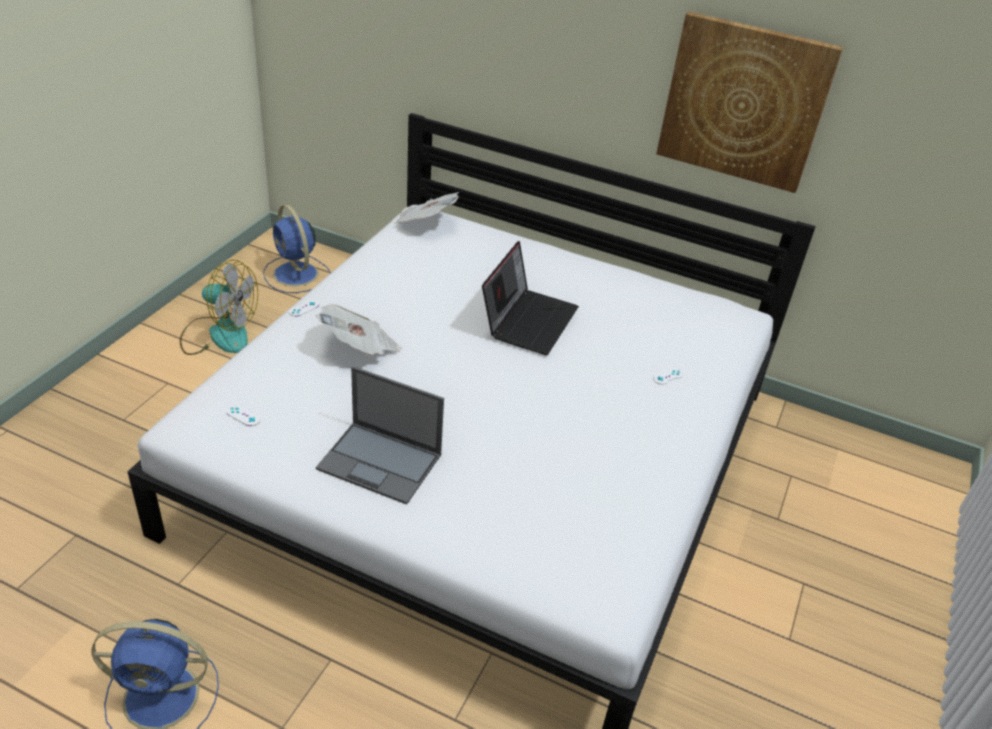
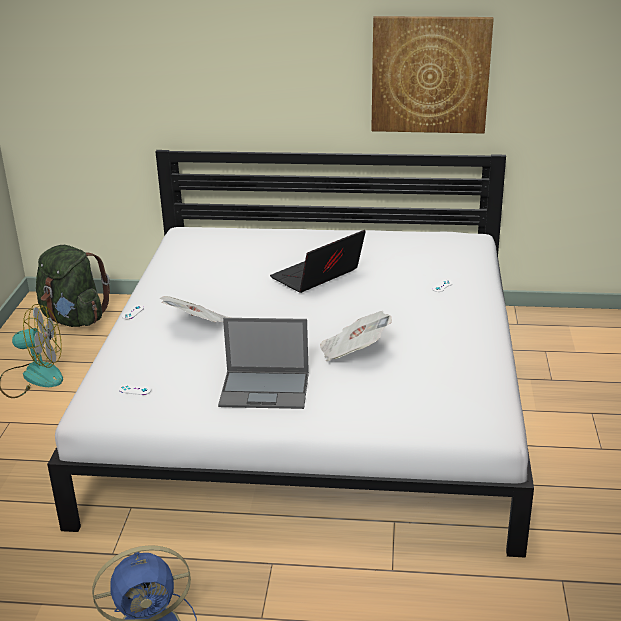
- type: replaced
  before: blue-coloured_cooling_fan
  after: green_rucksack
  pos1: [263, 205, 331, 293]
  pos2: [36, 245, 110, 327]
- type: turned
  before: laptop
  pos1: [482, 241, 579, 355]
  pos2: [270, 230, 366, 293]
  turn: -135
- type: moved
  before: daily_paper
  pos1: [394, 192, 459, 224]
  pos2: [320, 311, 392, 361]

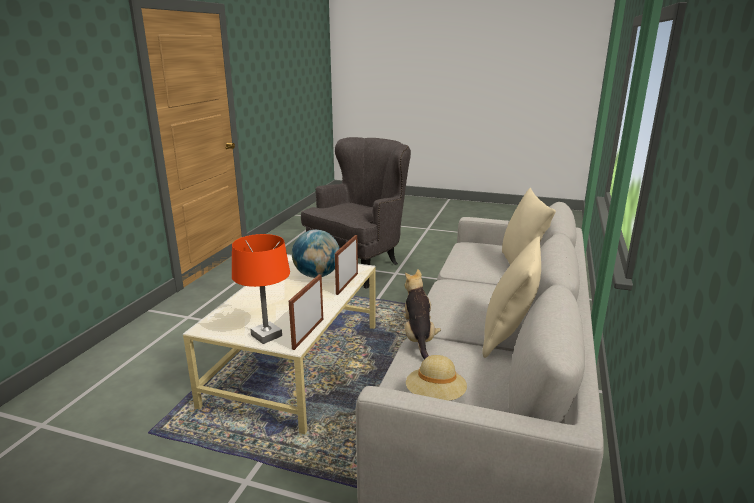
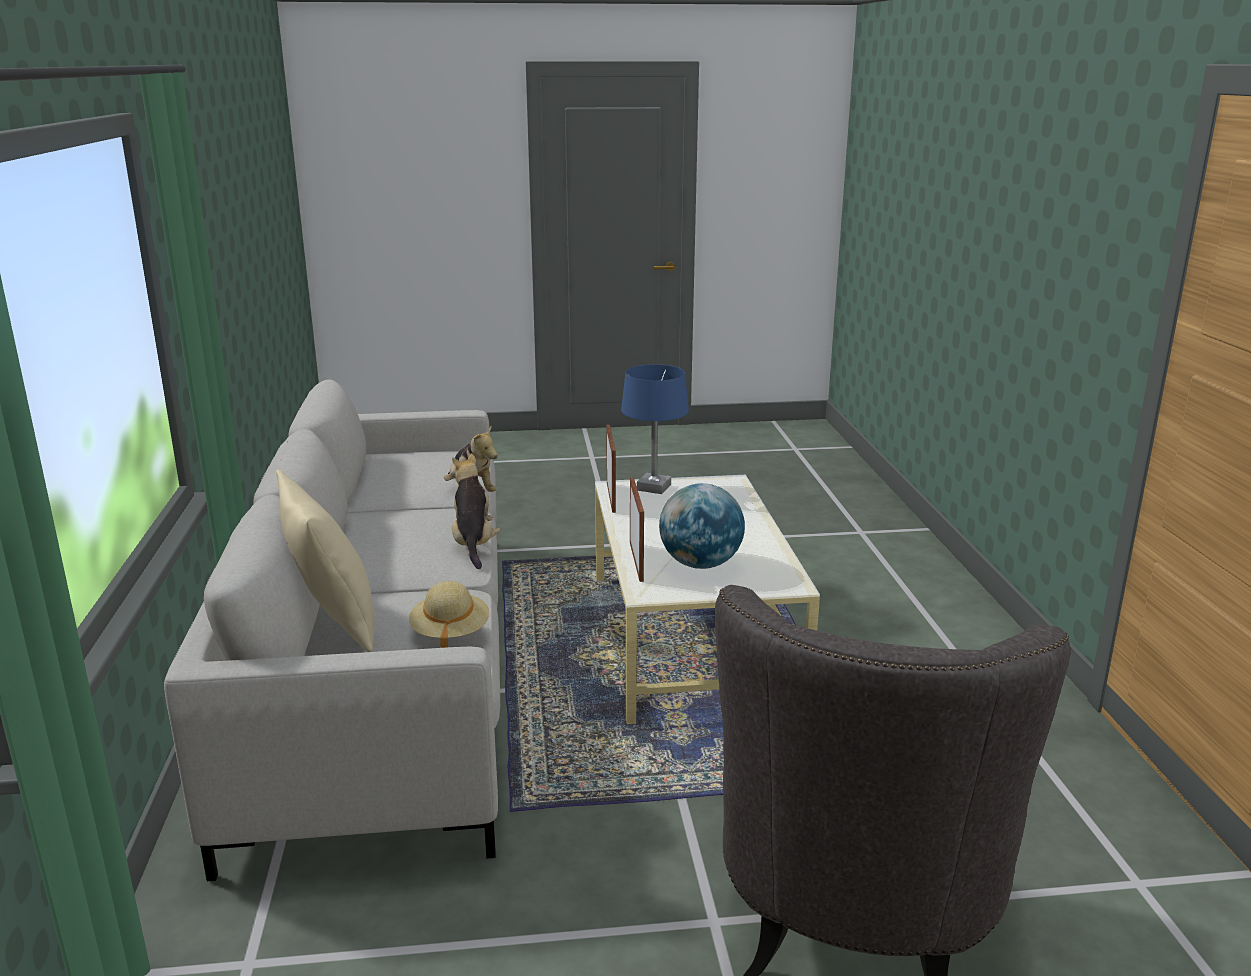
- type: moved
  before: beige-coloured_hat
  pos1: [406, 355, 467, 401]
  pos2: [409, 581, 489, 648]
- type: added
  after: plush_toy
  pos2: [452, 453, 501, 569]
- type: recoloured
  before: orange-coloured_tabletop_lamp
  after: blue-coloured_tabletop_lamp
  pos1: [232, 234, 290, 344]
  pos2: [621, 364, 689, 494]
- type: removed
  before: beige-coloured_throw_pillow
  pos1: [482, 236, 541, 358]

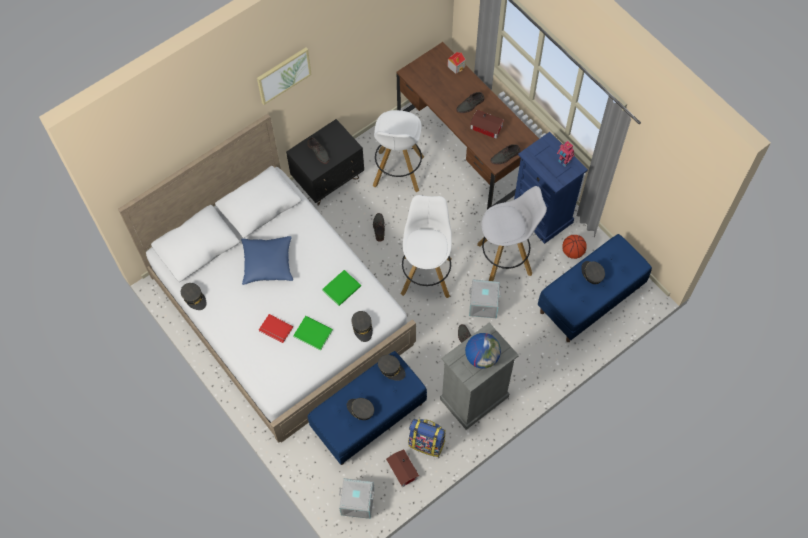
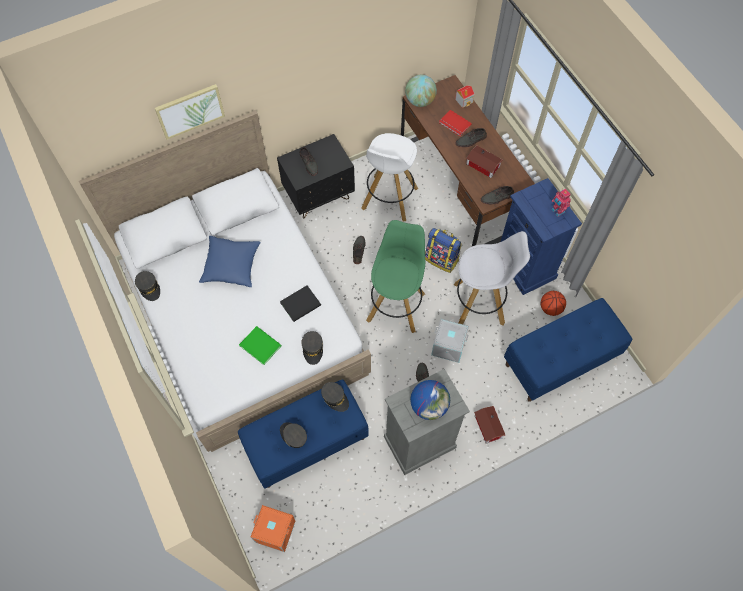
- type: moved
  before: wall_picture
  pos1: [257, 47, 312, 105]
  pos2: [155, 84, 225, 140]
- type: recoloured
  before: gray_storage_bin
  after: orange-coloured_storage_bin
  pos1: [339, 478, 374, 519]
  pos2: [251, 505, 295, 552]
- type: recoloured
  before: green_volume
  after: black_volume
  pos1: [322, 270, 361, 306]
  pos2: [280, 286, 321, 322]
- type: recoloured
  before: whitish_stool
  after: green_stool
  pos1: [401, 195, 452, 298]
  pos2: [366, 220, 425, 333]
- type: added
  after: world_globe
  pos2: [405, 75, 437, 107]
- type: moved
  before: rucksack
  pos1: [408, 419, 446, 457]
  pos2: [425, 228, 462, 273]
- type: moved
  before: red-coloured_volume
  pos1: [259, 314, 293, 343]
  pos2: [439, 110, 472, 136]
- type: moved
  before: model_house
  pos1: [386, 449, 419, 487]
  pos2: [474, 406, 505, 443]
- type: removed
  before: gray_cap
  pos1: [581, 261, 605, 284]

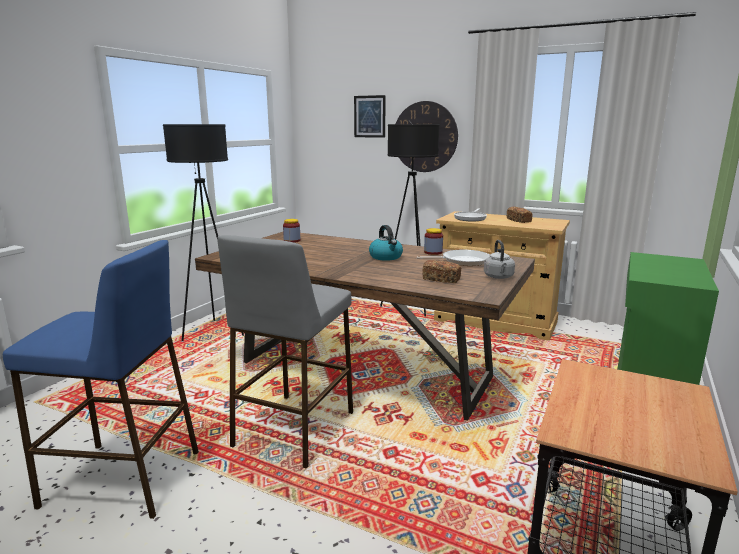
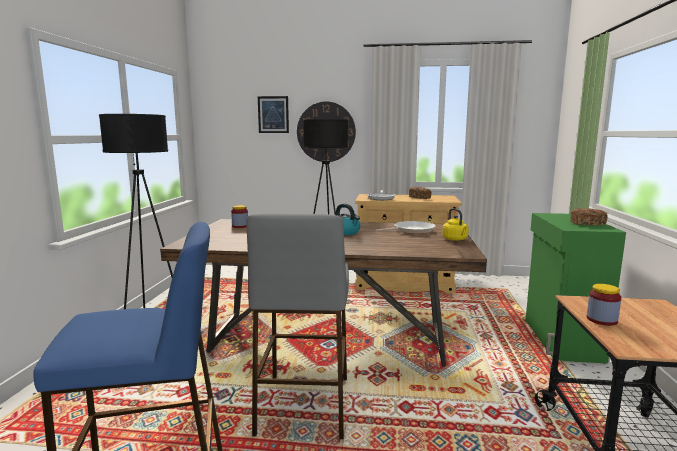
- type: recoloured
  before: gray_tea_kettle
  after: yellowish_tea_kettle
  pos1: [484, 240, 515, 279]
  pos2: [442, 208, 469, 241]
- type: moved
  before: baked_bread
  pos1: [422, 260, 461, 283]
  pos2: [571, 209, 608, 225]
- type: moved
  before: jar
  pos1: [424, 228, 443, 255]
  pos2: [587, 284, 621, 326]

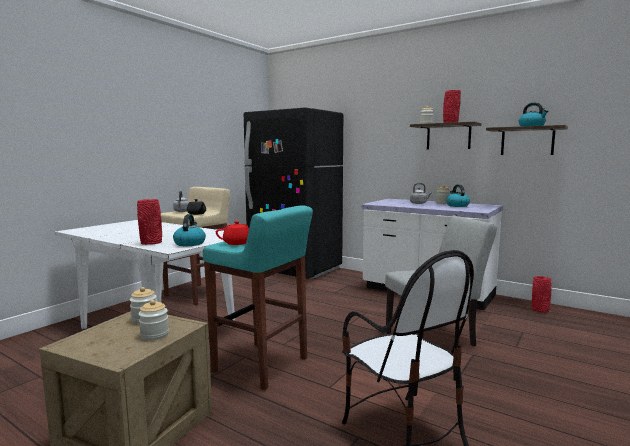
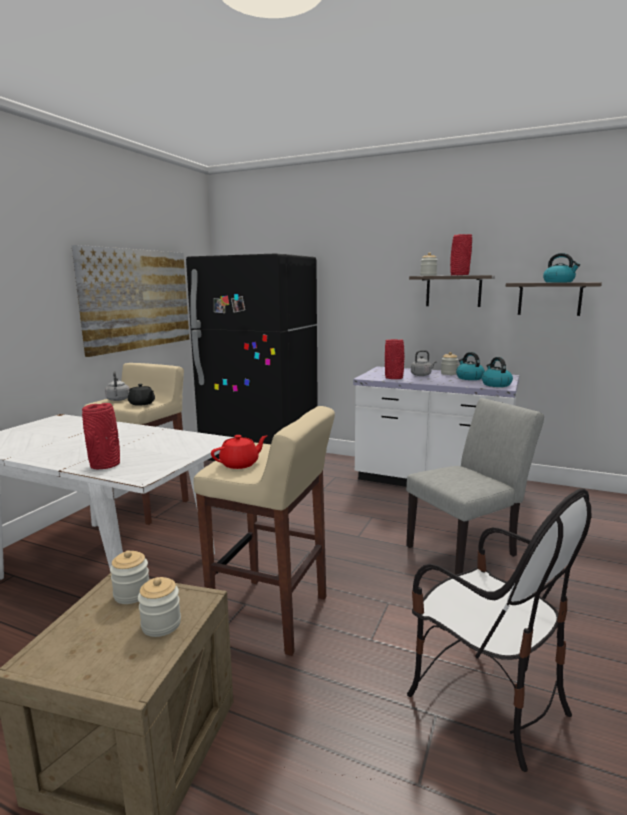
- type: added
  after: wall_picture
  pos2: [71, 245, 190, 357]
- type: recoloured
  before: blue-green_stool
  after: beige-coloured_stool
  pos1: [203, 205, 313, 390]
  pos2: [193, 406, 335, 656]
- type: moved
  before: red-coloured_flower_vase
  pos1: [532, 276, 552, 312]
  pos2: [385, 339, 404, 379]
- type: moved
  before: tea_kettle
  pos1: [173, 214, 206, 246]
  pos2: [482, 357, 513, 387]

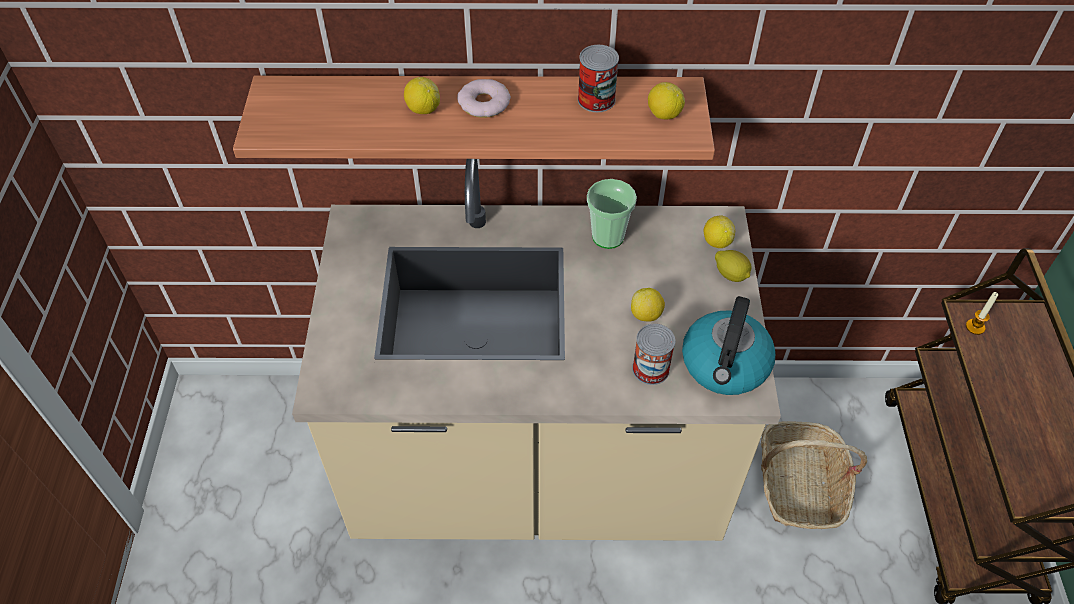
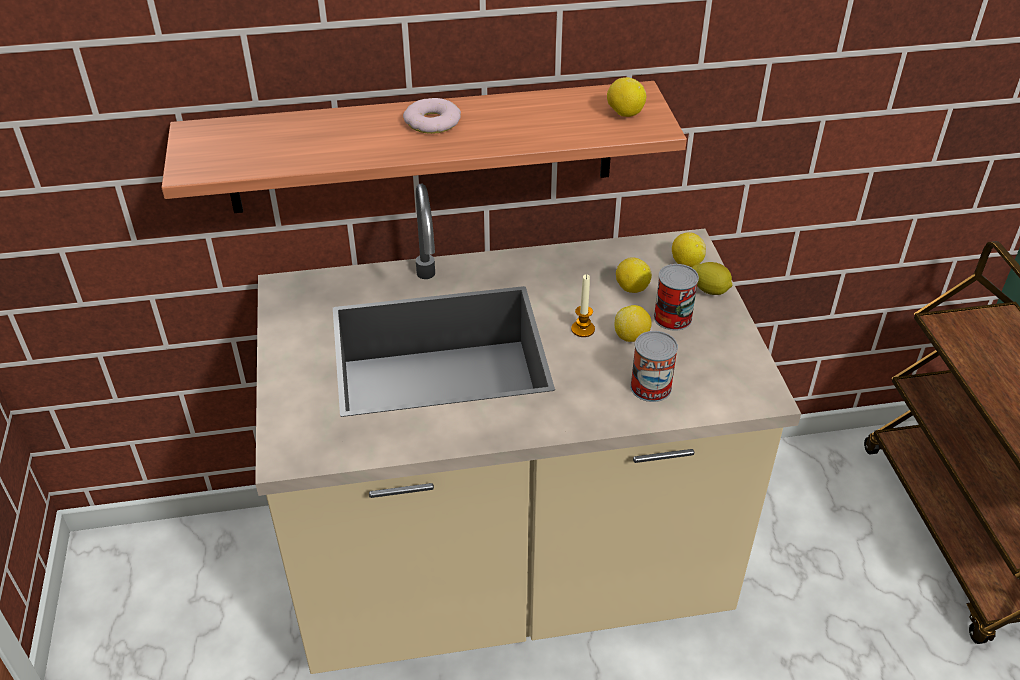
- type: moved
  before: wax_light
  pos1: [966, 292, 998, 335]
  pos2: [571, 274, 595, 337]
- type: moved
  before: whole_lemon
  pos1: [404, 77, 440, 114]
  pos2: [616, 257, 652, 293]
- type: moved
  before: can
  pos1: [578, 45, 619, 112]
  pos2: [654, 264, 699, 331]
- type: removed
  before: drinking_cup
  pos1: [587, 179, 637, 249]
- type: removed
  before: tea_kettle
  pos1: [682, 296, 776, 395]
- type: removed
  before: basket
  pos1: [761, 421, 867, 529]

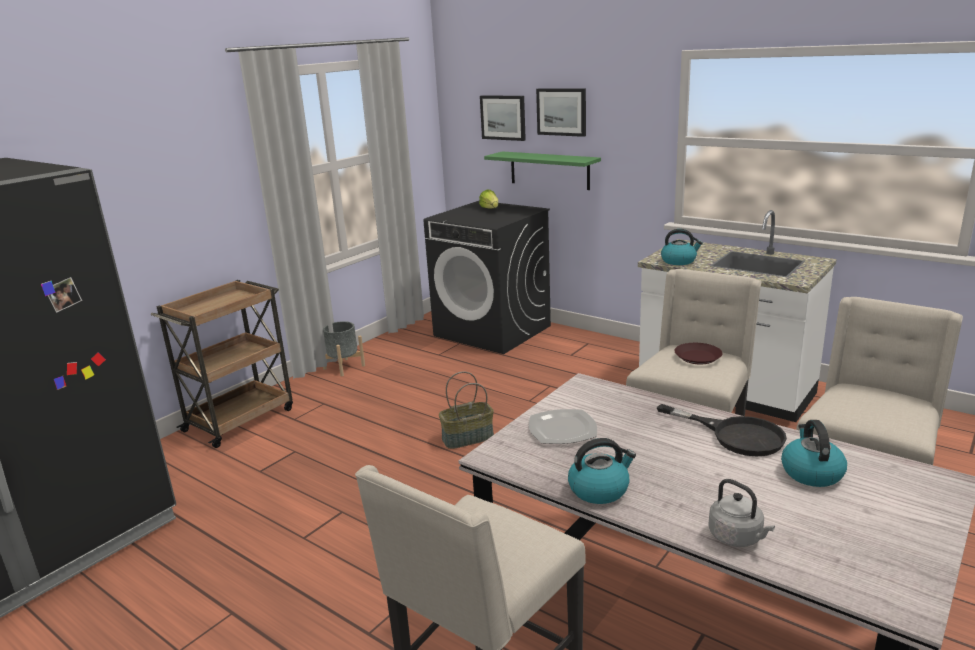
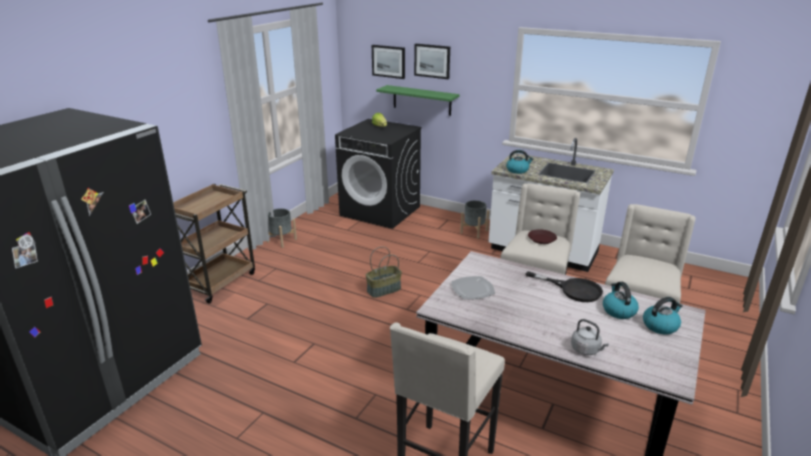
- type: added
  after: gray_planter
  pos2: [460, 200, 489, 238]
- type: moved
  before: tea_kettle
  pos1: [568, 438, 636, 504]
  pos2: [643, 297, 683, 334]

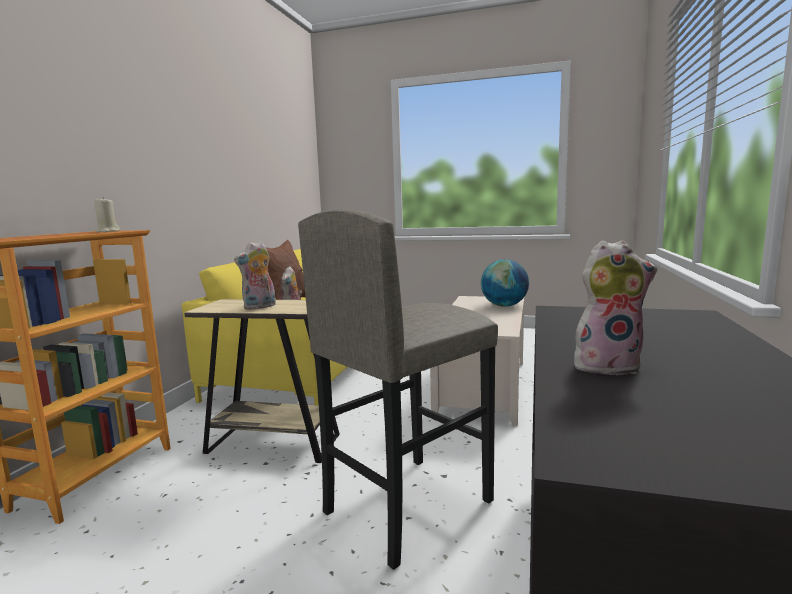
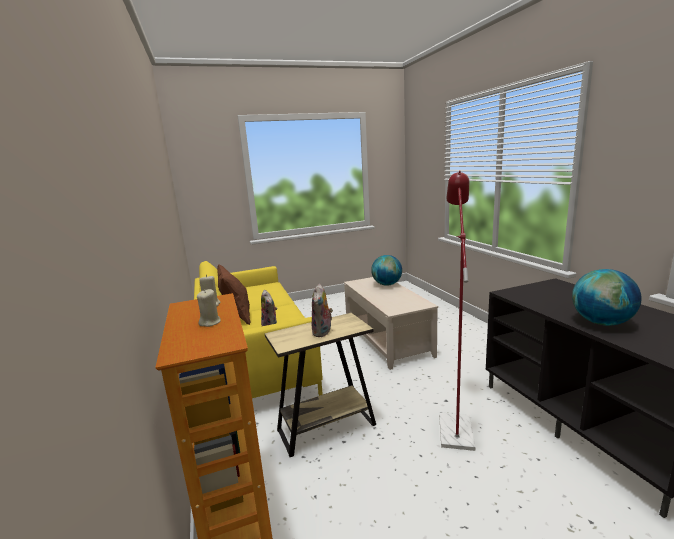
- type: added
  after: beige-coloured_wax_light
  pos2: [197, 289, 221, 327]
- type: replaced
  before: gray_stool
  after: red-coloured_floor_lamp
  pos1: [298, 209, 498, 570]
  pos2: [439, 170, 475, 451]
- type: replaced
  before: plush_toy
  after: world_globe
  pos1: [574, 240, 657, 375]
  pos2: [572, 269, 642, 326]

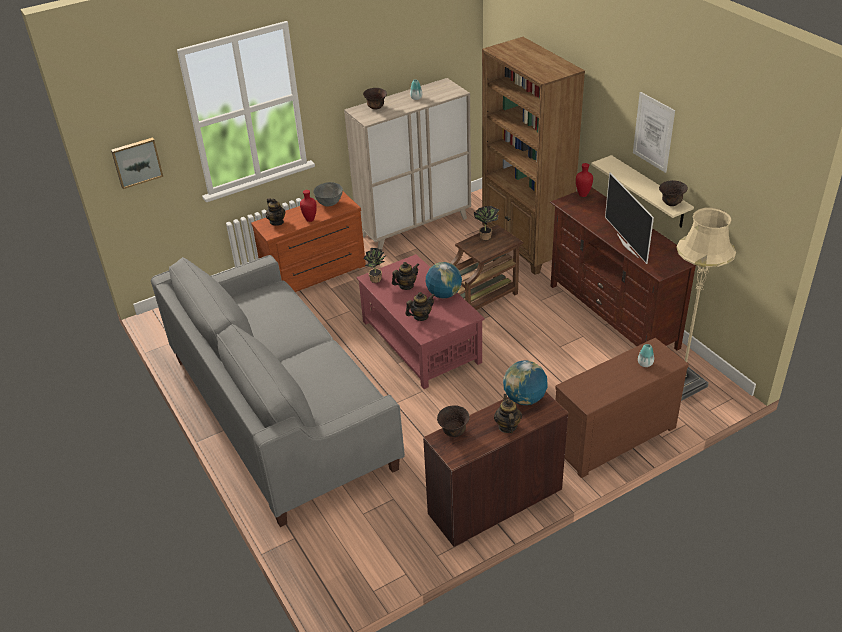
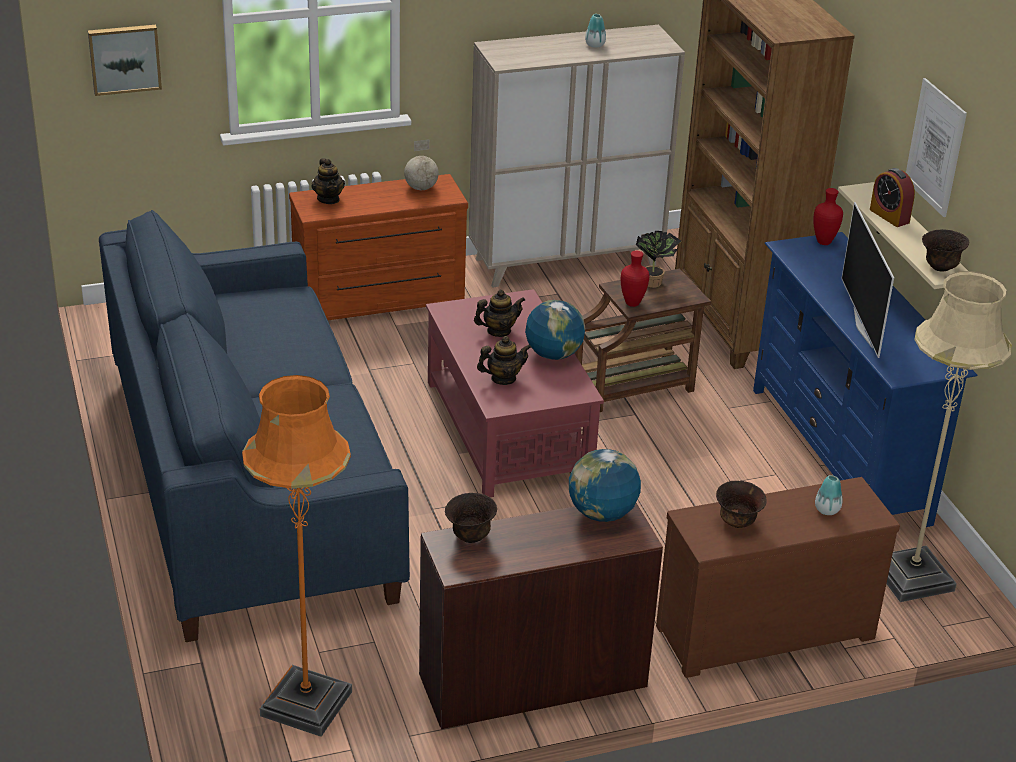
- type: recoloured
  before: gray_couch
  after: blue-coloured_couch
  pos1: [151, 255, 405, 527]
  pos2: [99, 210, 410, 642]
- type: added
  after: orange-coloured_floor_lamp
  pos2: [242, 375, 352, 737]
- type: replaced
  before: gray_deep_dish
  after: world_globe
  pos1: [313, 182, 343, 206]
  pos2: [404, 139, 439, 190]
- type: moved
  before: red-coloured_flower_vase
  pos1: [300, 190, 317, 222]
  pos2: [621, 251, 649, 307]
- type: moved
  before: brown_deep_dish
  pos1: [363, 88, 387, 109]
  pos2: [716, 481, 767, 528]
- type: recoloured
  before: brown_media_console
  after: blue-coloured_media_console
  pos1: [550, 187, 697, 351]
  pos2: [753, 232, 978, 527]
- type: added
  after: bedside_clock
  pos2: [870, 168, 915, 227]
- type: removed
  before: potted_plant
  pos1: [363, 248, 386, 283]
- type: removed
  before: pot_for_tea
  pos1: [494, 394, 522, 433]

